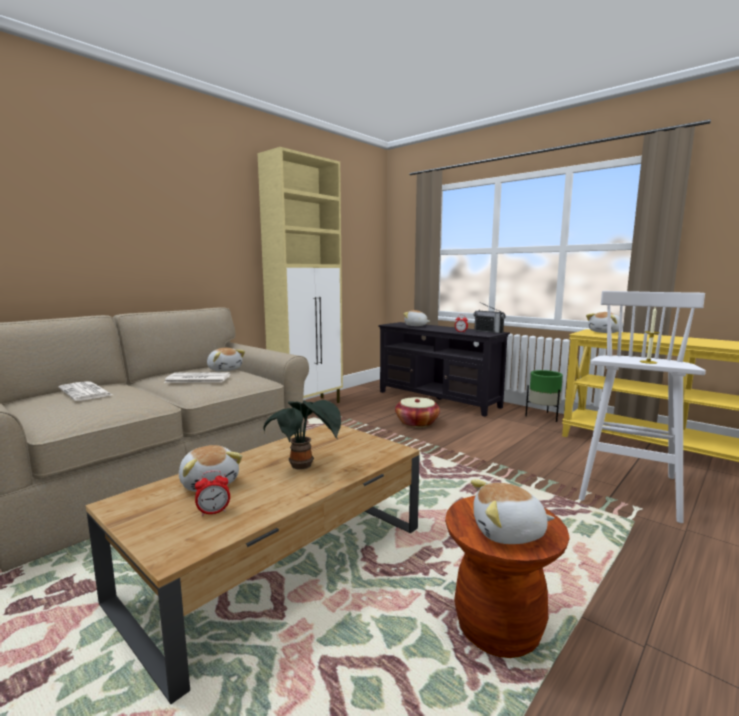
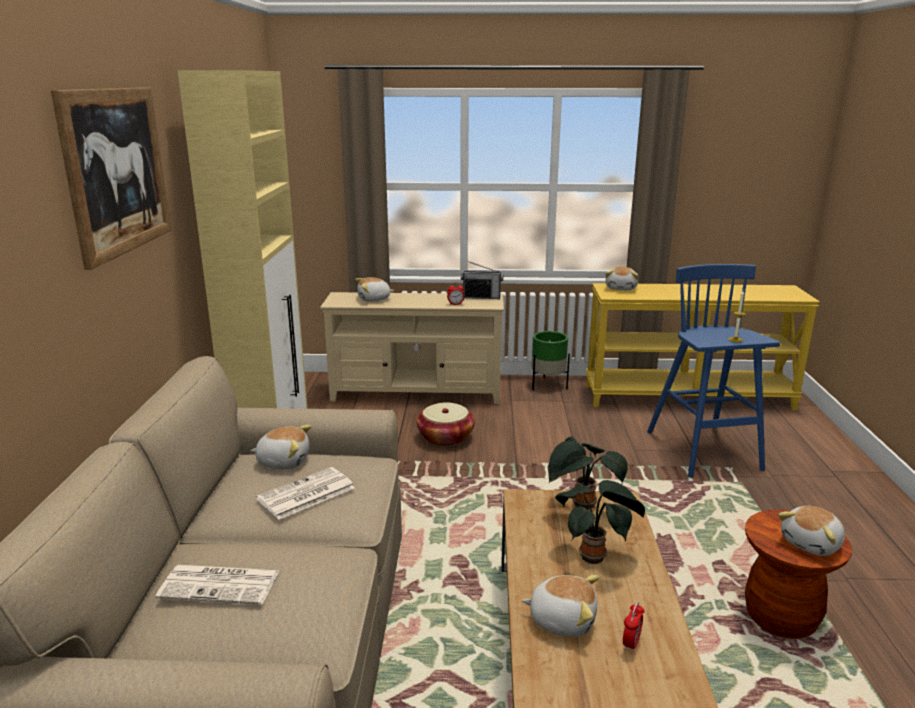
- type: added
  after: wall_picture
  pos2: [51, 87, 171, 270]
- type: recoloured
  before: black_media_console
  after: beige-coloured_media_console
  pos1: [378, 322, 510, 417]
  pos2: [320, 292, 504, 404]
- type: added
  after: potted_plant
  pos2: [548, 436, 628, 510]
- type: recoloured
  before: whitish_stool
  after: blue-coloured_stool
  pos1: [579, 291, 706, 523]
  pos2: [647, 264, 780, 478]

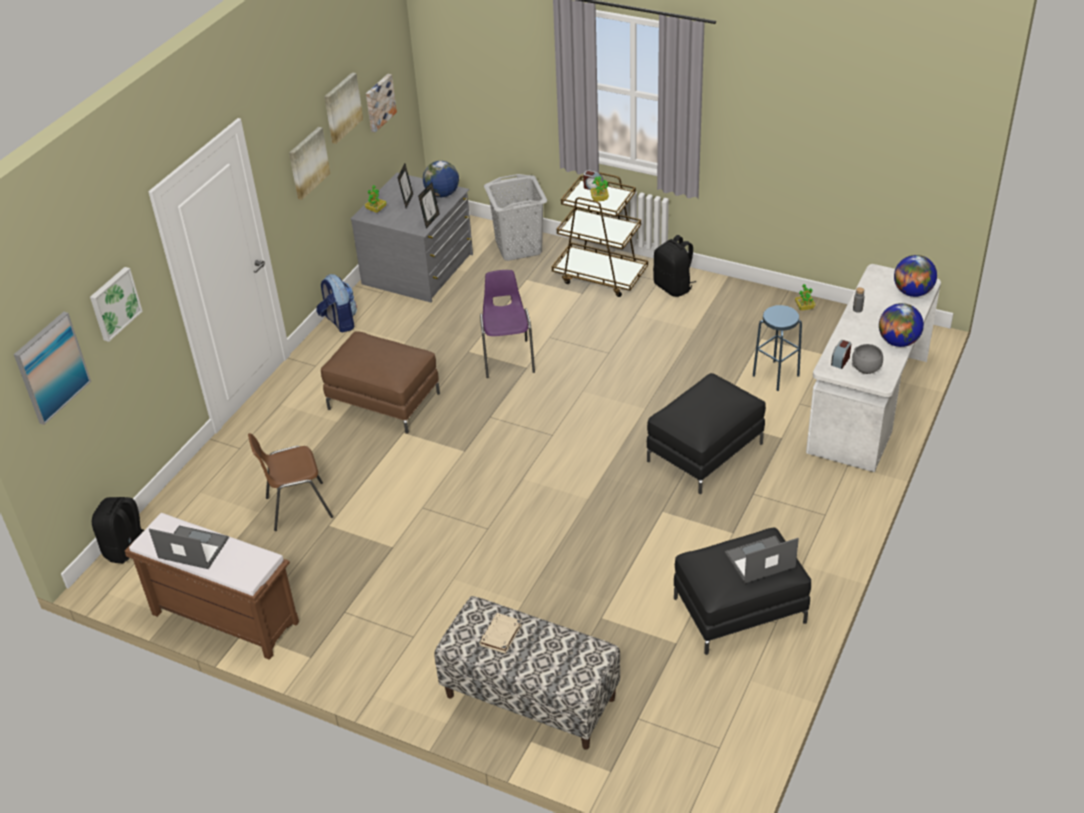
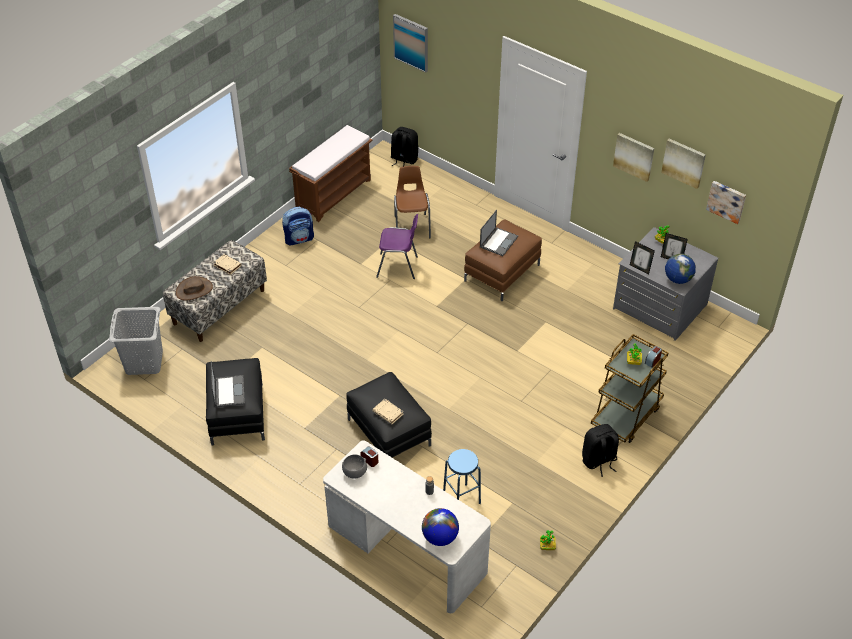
- type: moved
  before: gray_washing_basket
  pos1: [484, 174, 547, 261]
  pos2: [109, 307, 163, 375]
- type: added
  after: brown_hat
  pos2: [176, 276, 213, 300]
- type: moved
  before: rucksack
  pos1: [317, 274, 357, 332]
  pos2: [282, 207, 314, 245]
- type: added
  after: beige-coloured_volume
  pos2: [372, 399, 404, 424]
- type: moved
  before: purplish_upright_chair
  pos1: [480, 270, 535, 378]
  pos2: [376, 214, 418, 279]
- type: moved
  before: laptop
  pos1: [149, 525, 229, 569]
  pos2: [480, 210, 518, 256]
- type: removed
  before: wall_picture
  pos1: [90, 267, 142, 342]
- type: removed
  before: world_globe
  pos1: [879, 303, 924, 347]

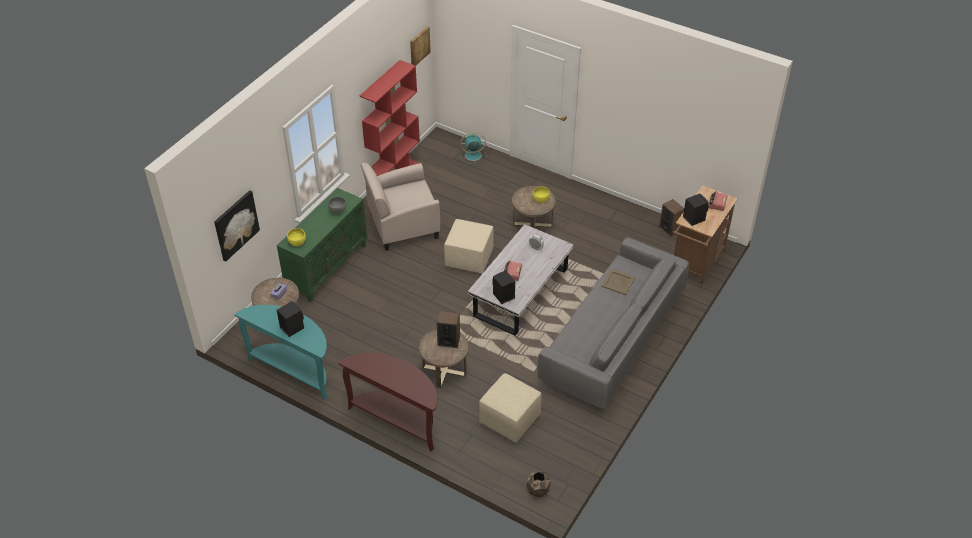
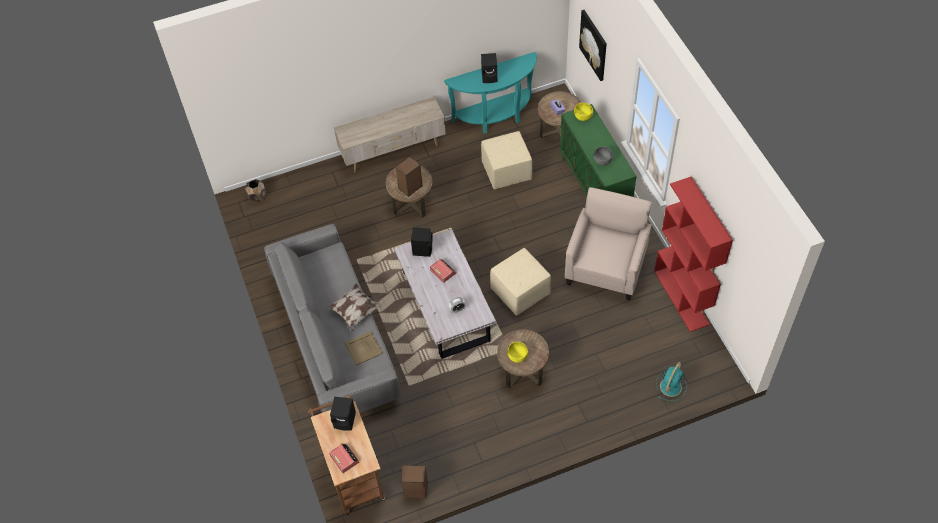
- type: added
  after: throw_pillow
  pos2: [328, 283, 381, 331]
- type: replaced
  before: brown_hall_table
  after: beige-coloured_media_console
  pos1: [338, 353, 437, 452]
  pos2: [334, 96, 446, 172]
- type: moved
  before: beige-coloured_pouffe
  pos1: [479, 373, 542, 443]
  pos2: [481, 131, 532, 189]
- type: removed
  before: wall_picture
  pos1: [410, 26, 431, 66]

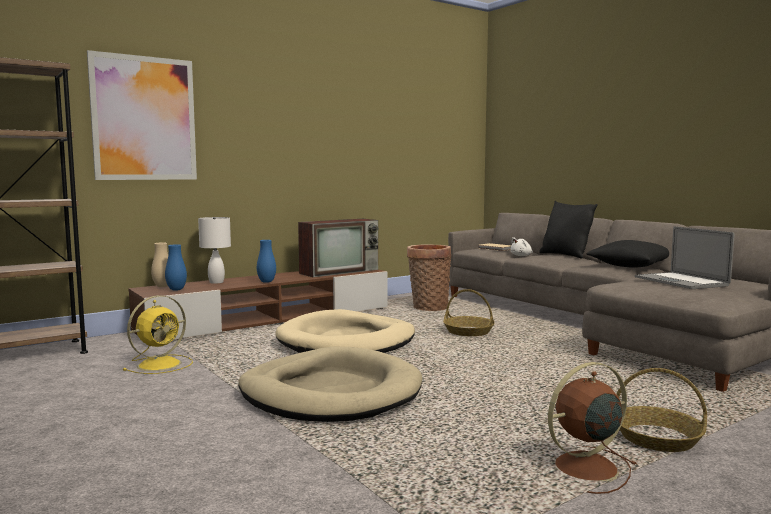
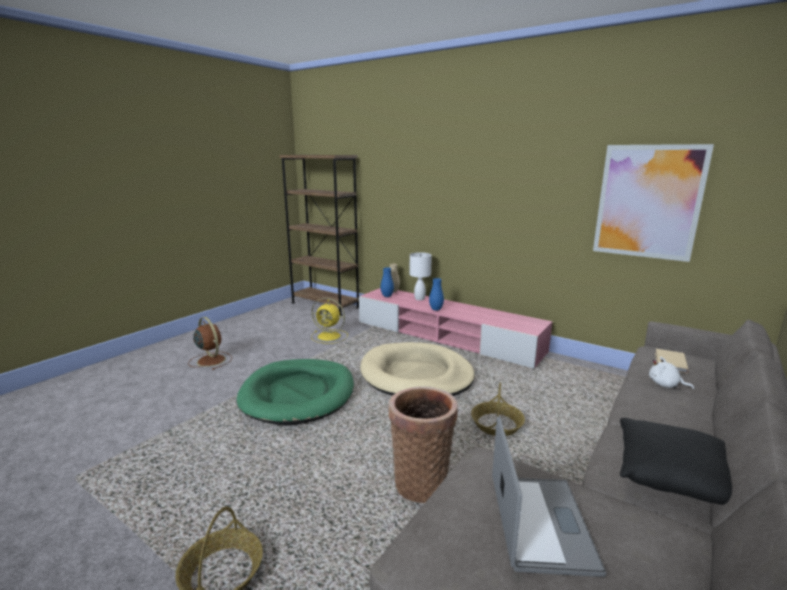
- type: moved
  before: brown_cooling_fan
  pos1: [548, 362, 638, 494]
  pos2: [188, 317, 232, 370]
- type: recoloured
  before: beige-coloured_pet_bed
  after: green_pet_bed
  pos1: [238, 347, 422, 422]
  pos2: [237, 359, 354, 426]
- type: recoloured
  before: brown_media_console
  after: pink_media_console
  pos1: [128, 269, 388, 340]
  pos2: [359, 288, 553, 369]
- type: moved
  before: basket
  pos1: [407, 244, 451, 311]
  pos2: [389, 386, 458, 503]
- type: turned
  before: laptop
  pos1: [635, 226, 734, 289]
  pos2: [492, 416, 606, 577]
  turn: 135
- type: moved
  before: wall_picture
  pos1: [87, 50, 197, 180]
  pos2: [593, 144, 714, 262]
- type: removed
  before: TV
  pos1: [298, 219, 379, 278]
- type: removed
  before: black_throw_pillow
  pos1: [539, 201, 598, 259]

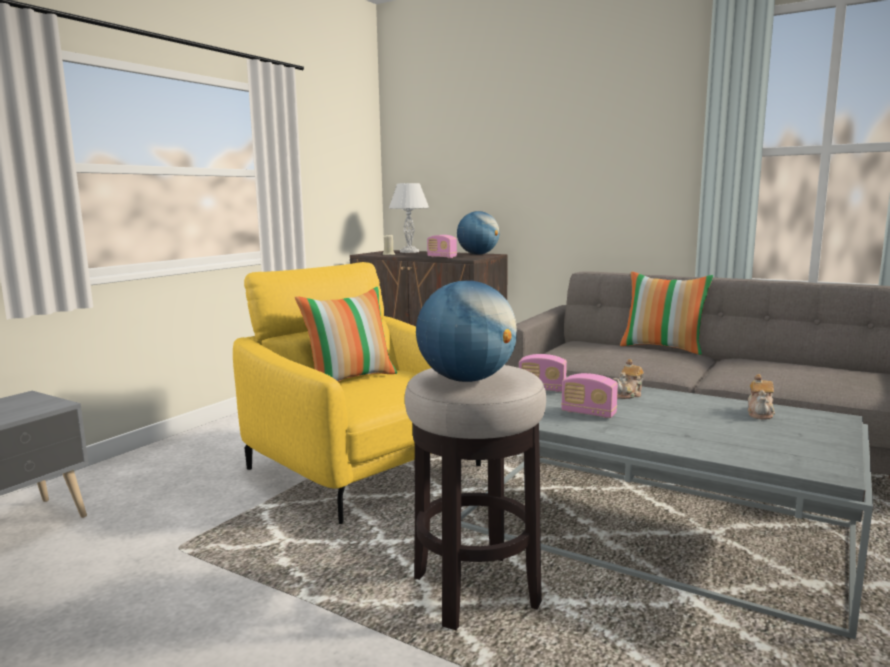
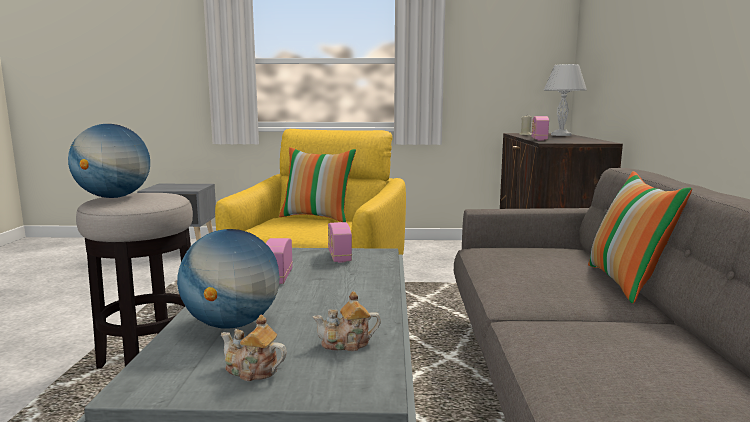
- type: moved
  before: world_globe
  pos1: [457, 211, 500, 255]
  pos2: [177, 229, 280, 329]
- type: moved
  before: pot_for_tea
  pos1: [613, 359, 644, 399]
  pos2: [221, 315, 287, 381]

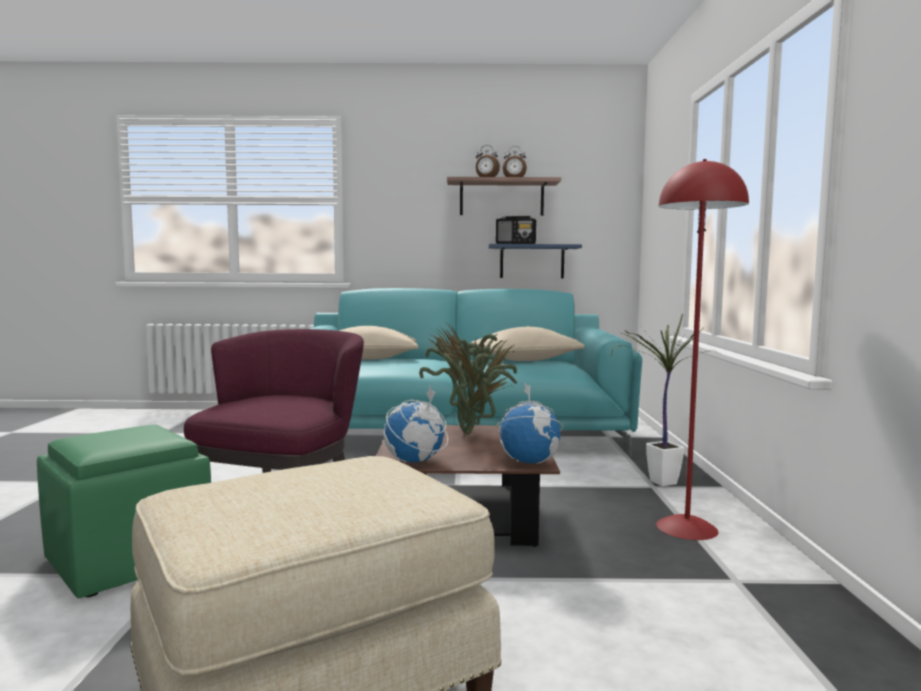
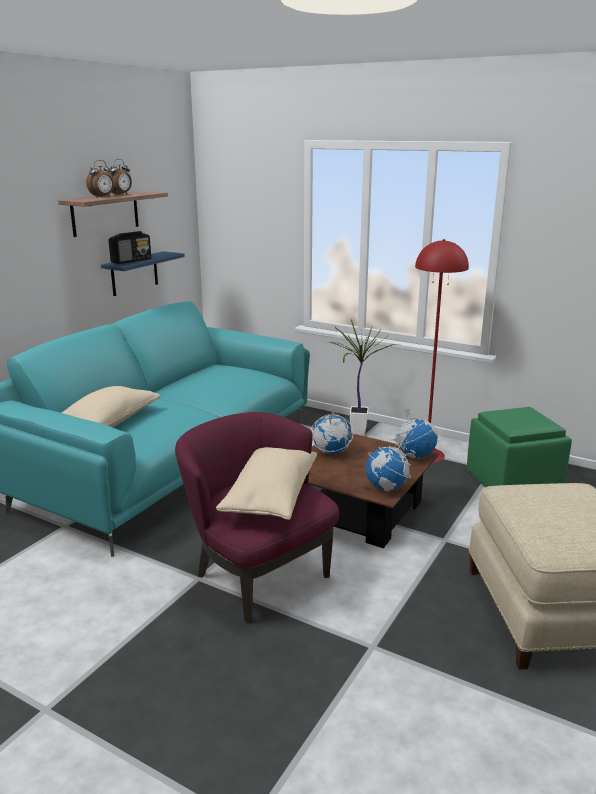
- type: moved
  before: beige-coloured_throw_pillow
  pos1: [470, 327, 585, 361]
  pos2: [216, 447, 317, 520]
- type: replaced
  before: potted_plant
  after: world_globe
  pos1: [419, 324, 517, 435]
  pos2: [311, 410, 354, 454]
- type: moved
  before: green_pouffe
  pos1: [37, 425, 211, 599]
  pos2: [467, 407, 572, 487]

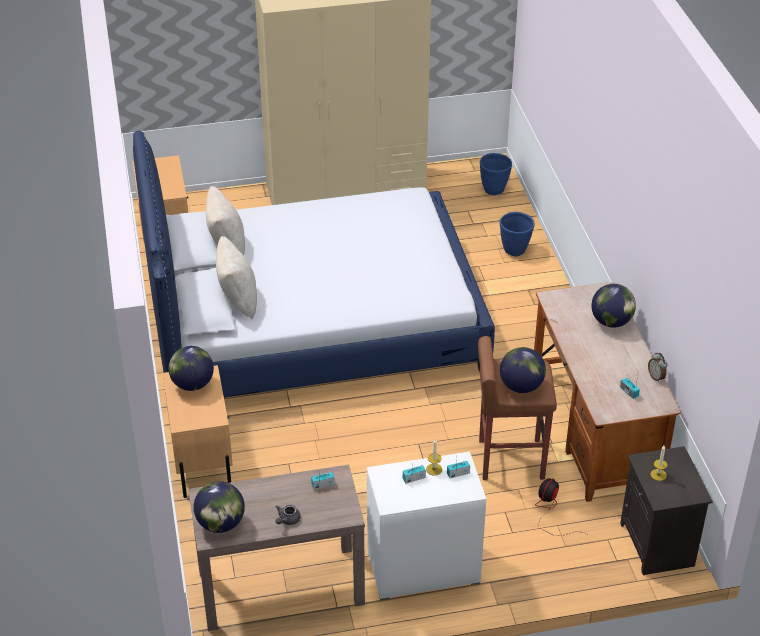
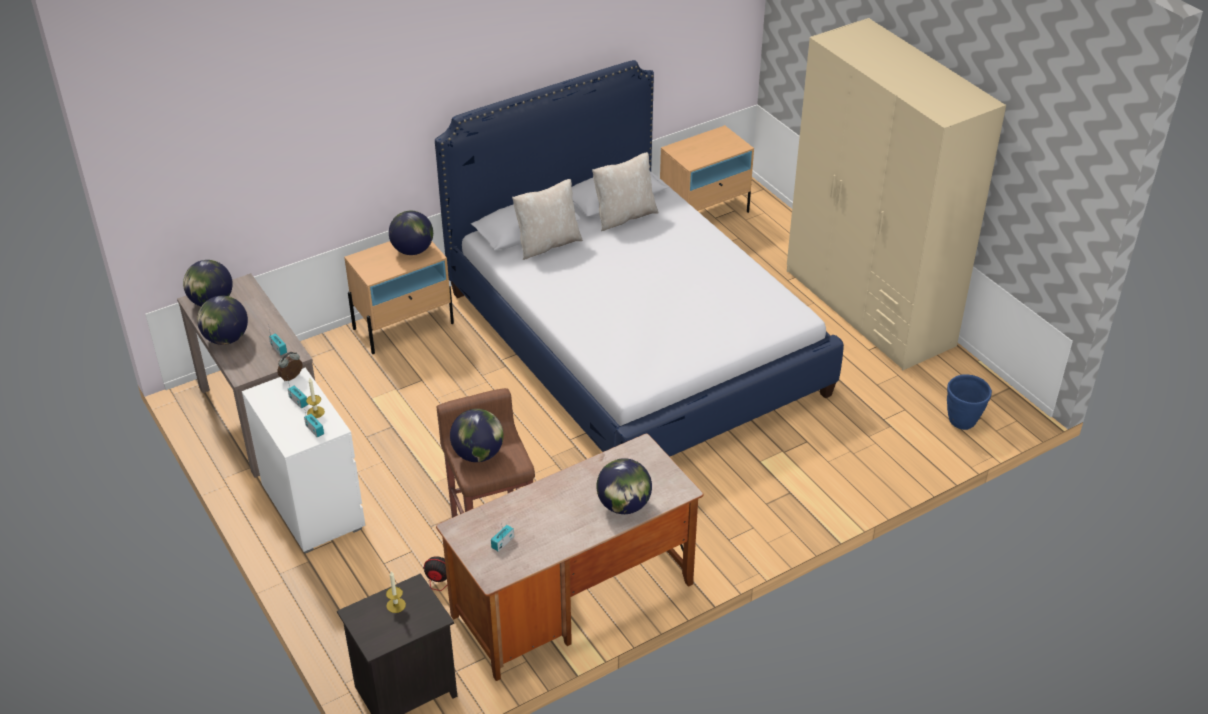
- type: replaced
  before: gray_pot_for_tea
  after: world_globe
  pos1: [275, 505, 301, 525]
  pos2: [197, 296, 248, 345]
- type: moved
  before: bedside_clock
  pos1: [648, 353, 667, 382]
  pos2: [277, 352, 303, 381]
- type: removed
  before: blue-coloured_planter
  pos1: [500, 212, 535, 256]

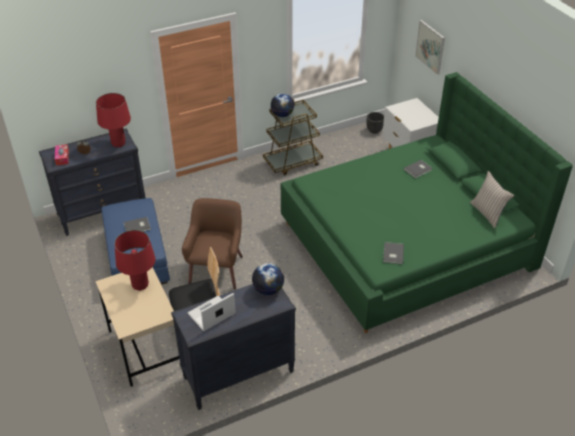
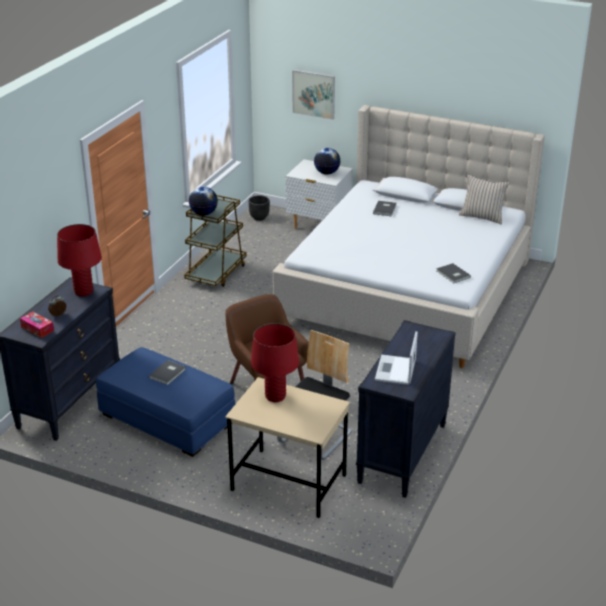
- type: recoloured
  before: green_bedroom_bed
  after: beige-coloured_bedroom_bed
  pos1: [281, 72, 573, 333]
  pos2: [273, 105, 545, 368]
- type: moved
  before: world_globe
  pos1: [252, 263, 284, 295]
  pos2: [314, 148, 340, 174]

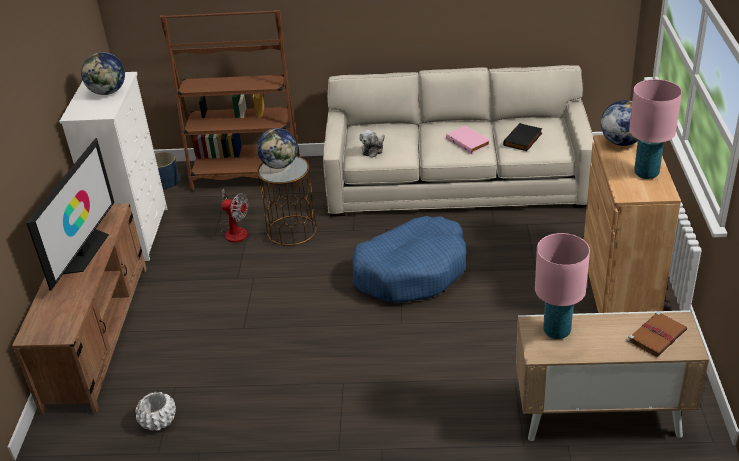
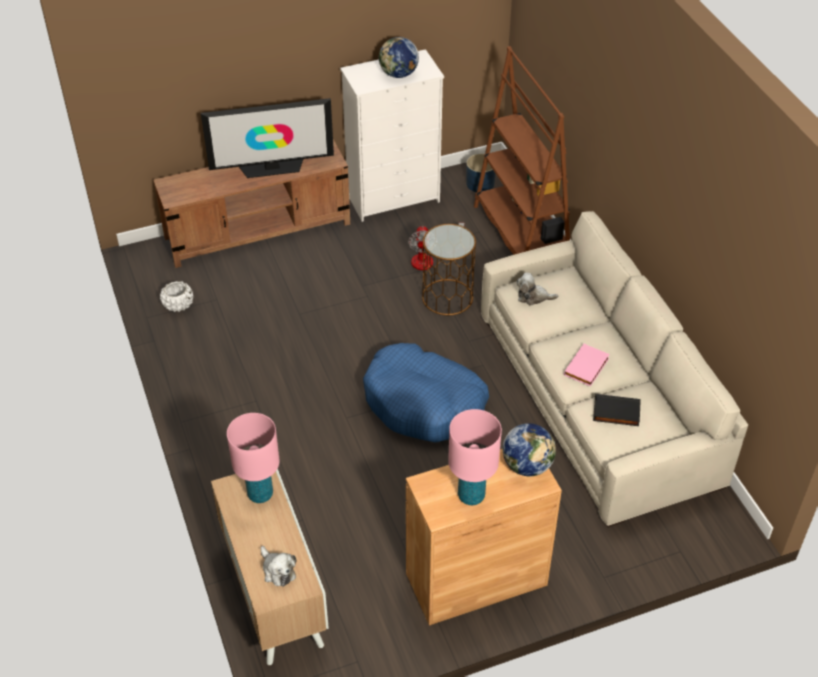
- type: replaced
  before: brown_volume
  after: plush_toy
  pos1: [628, 311, 687, 357]
  pos2: [261, 546, 297, 587]
- type: removed
  before: world_globe
  pos1: [257, 128, 298, 169]

